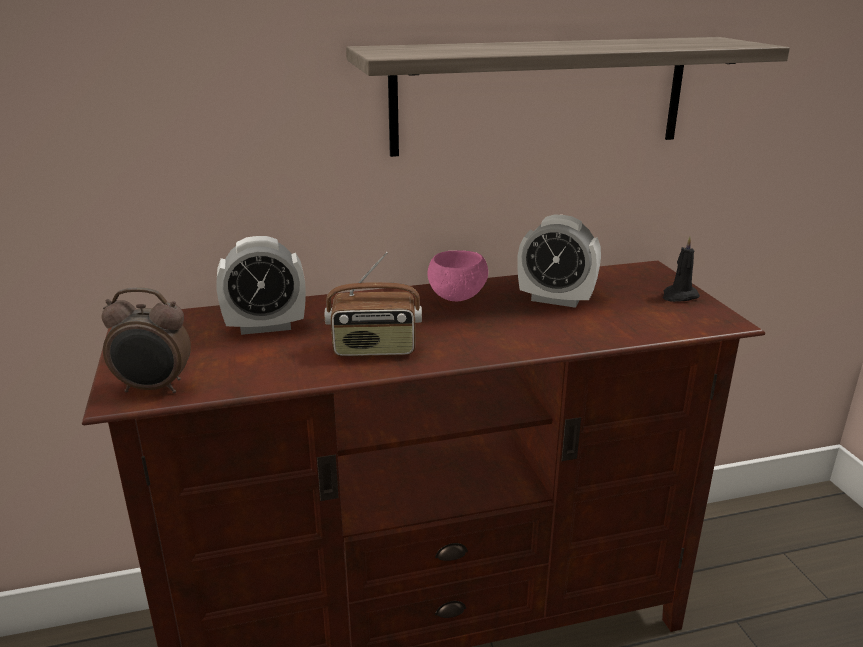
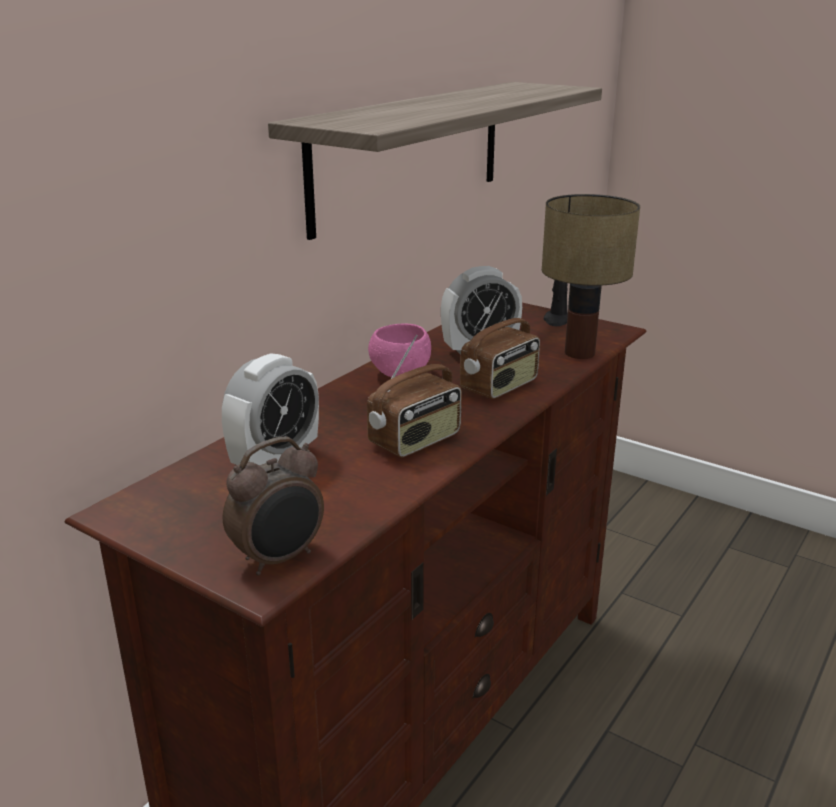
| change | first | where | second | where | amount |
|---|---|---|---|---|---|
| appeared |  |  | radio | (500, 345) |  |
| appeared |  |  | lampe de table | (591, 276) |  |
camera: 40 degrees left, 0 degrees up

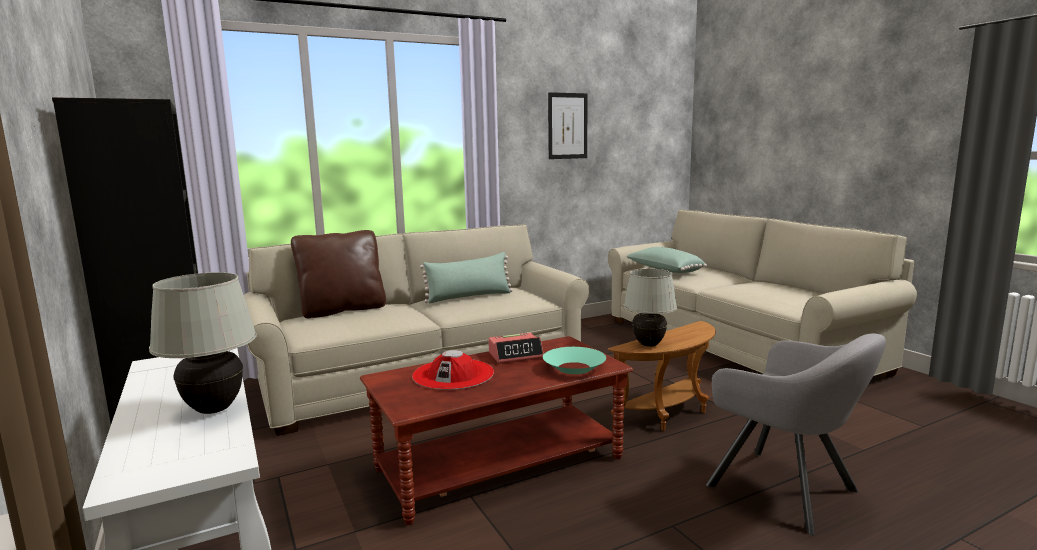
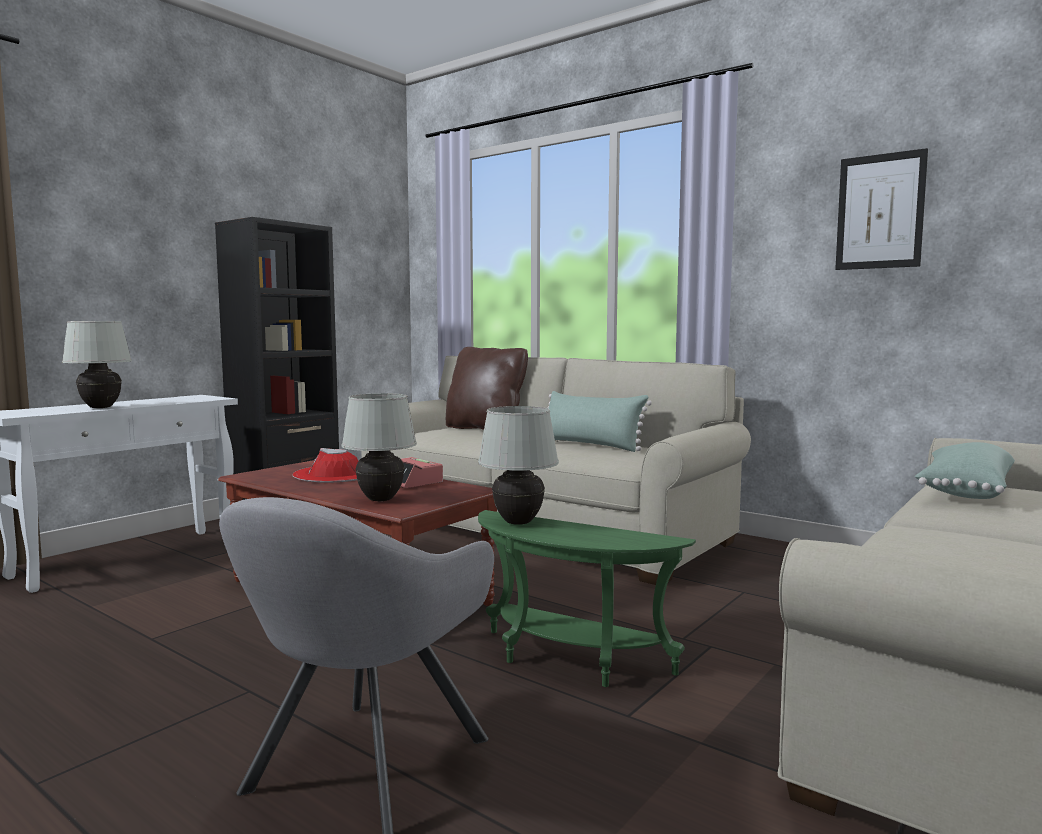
| change | first | where | second | where | amount |
|---|---|---|---|---|---|
| exchanged | bol (turquoise) | (574, 360) | lampe de table (blanc) | (379, 447) |  |
| colour | table d'appoint (marron) | (662, 376) | table d'appoint (vert) | (587, 598) |  |
camera: 65 degrees right, 5 degrees down

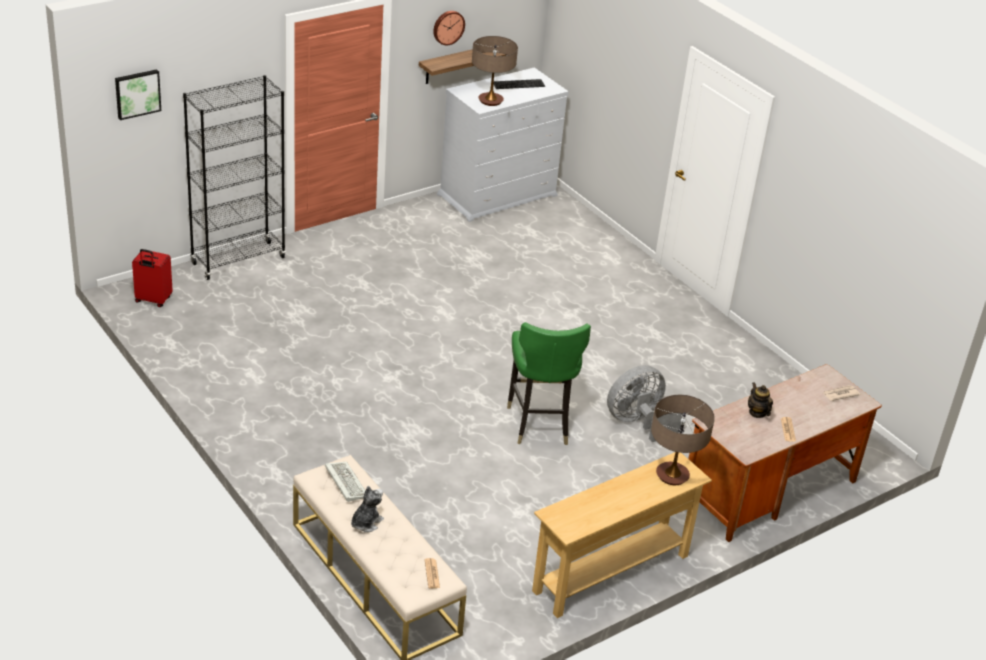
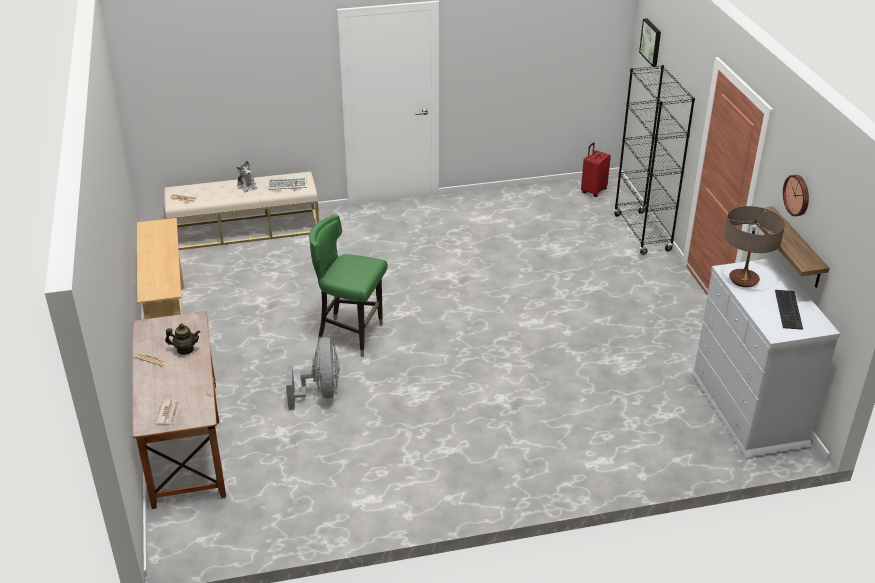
| change | first | where | second | where | amount |
|---|---|---|---|---|---|
| missing | lampe de table | (683, 440) |  |  |  |
camera: 115 degrees right, 0 degrees up

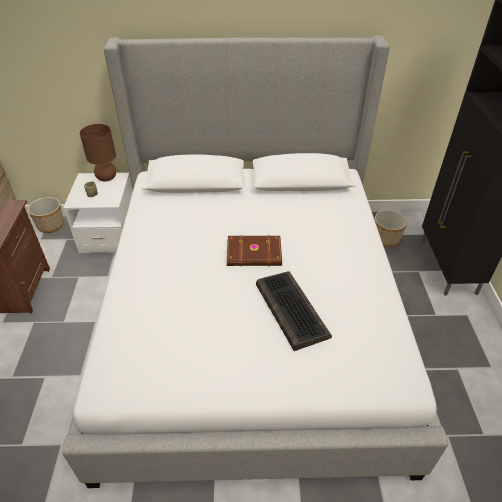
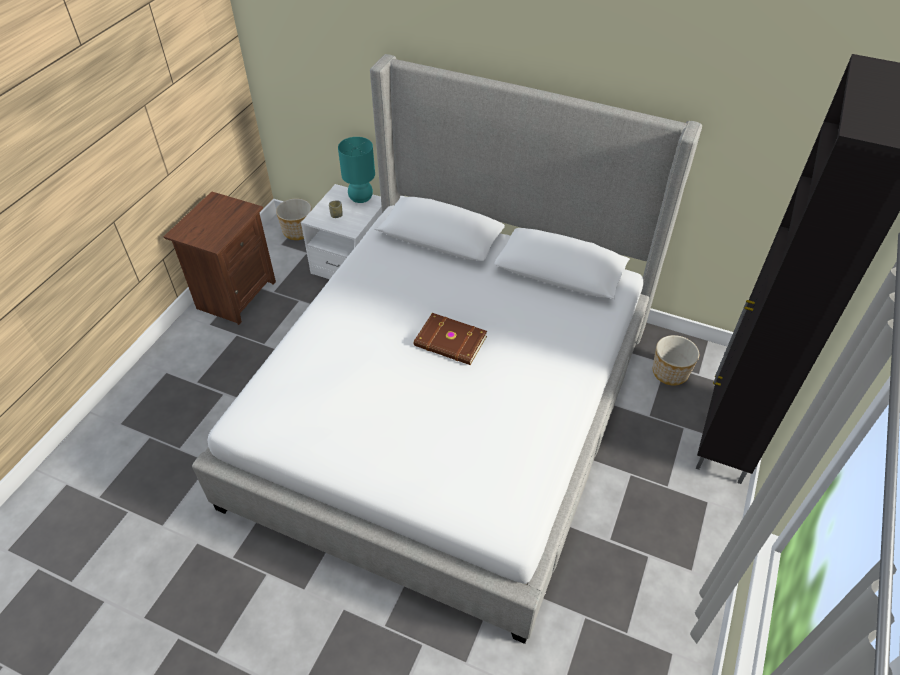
| change | first | where | second | where | amount |
|---|---|---|---|---|---|
| missing | clavier | (294, 311) |  |  |  |
| colour | lampe de table (marron) | (98, 152) | lampe de table (turquoise) | (356, 170) |  |
camera: 25 degrees right, 5 degrees up

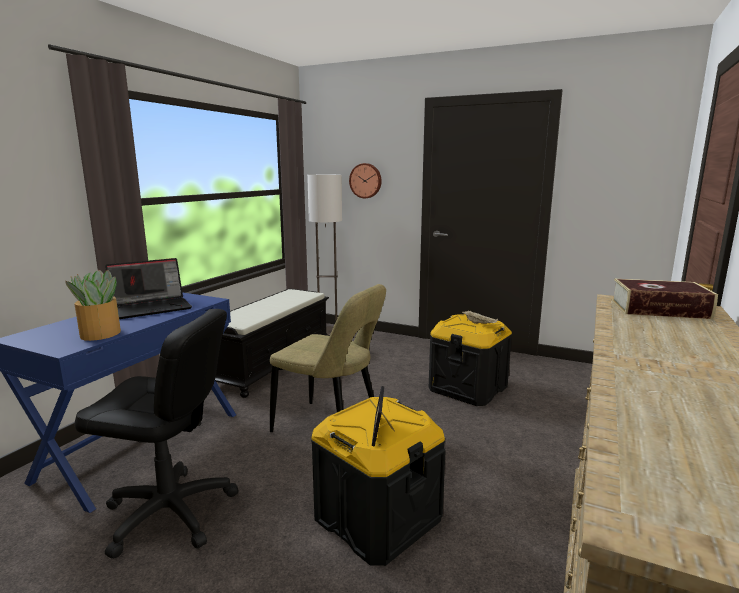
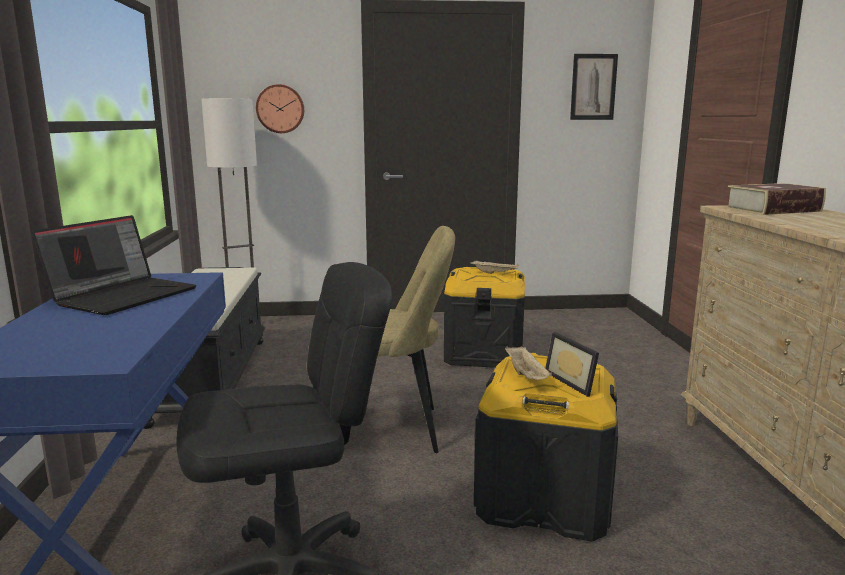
| change | first | where | second | where | amount |
|---|---|---|---|---|---|
| missing | plante en pot | (93, 305) |  |  |  |
| appeared |  |  | plateau (beige) | (528, 363) |  |
| appeared |  |  | tableau | (594, 87) |  |
camera: 30 degrees left, 0 degrees up

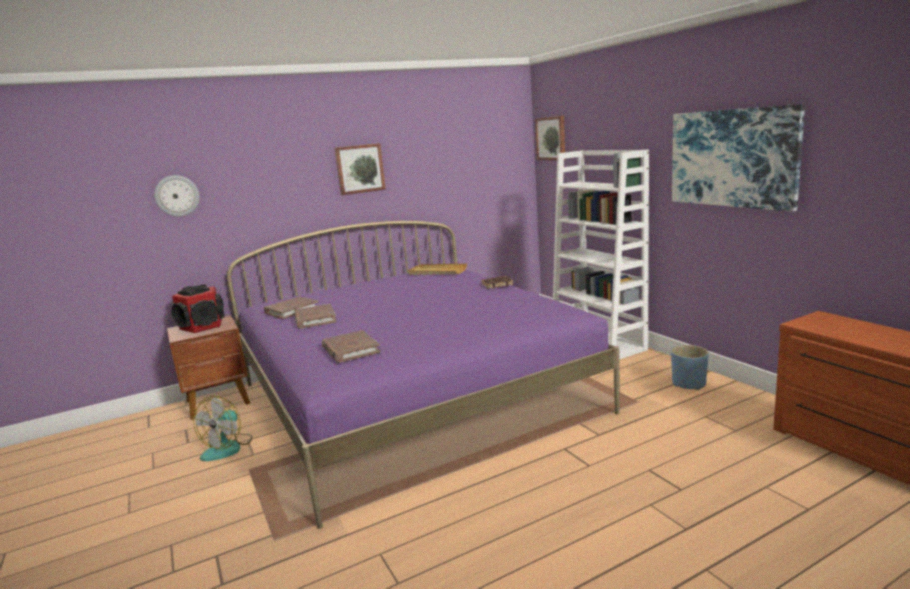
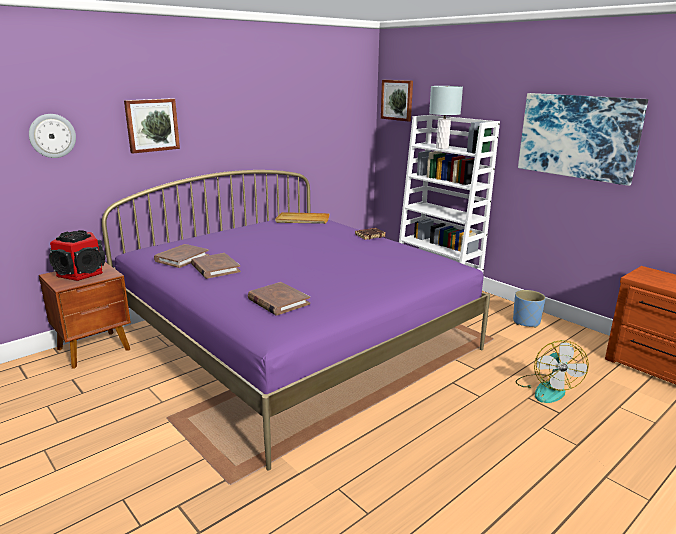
| change | first | where | second | where | amount |
|---|---|---|---|---|---|
| appeared |  |  | lampe de table (gris) | (446, 117) |  |
| relocated | ventilateur | (222, 428) |  | (552, 371) |  |
| relocated | tableau | (360, 169) |  | (152, 126) |  |
camera: 15 degrees left, 5 degrees up

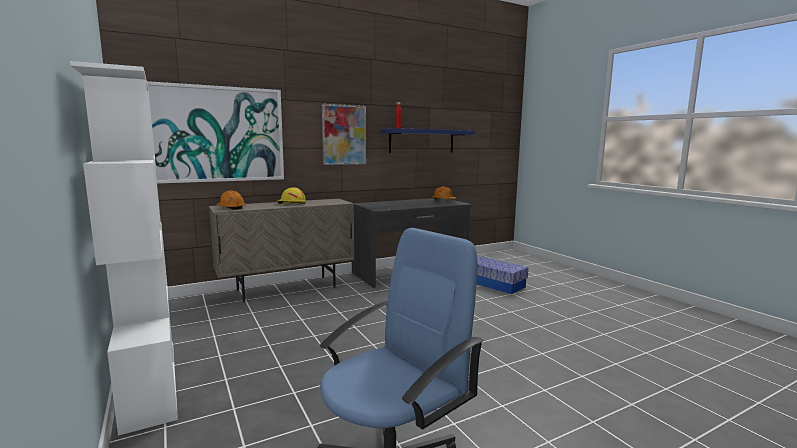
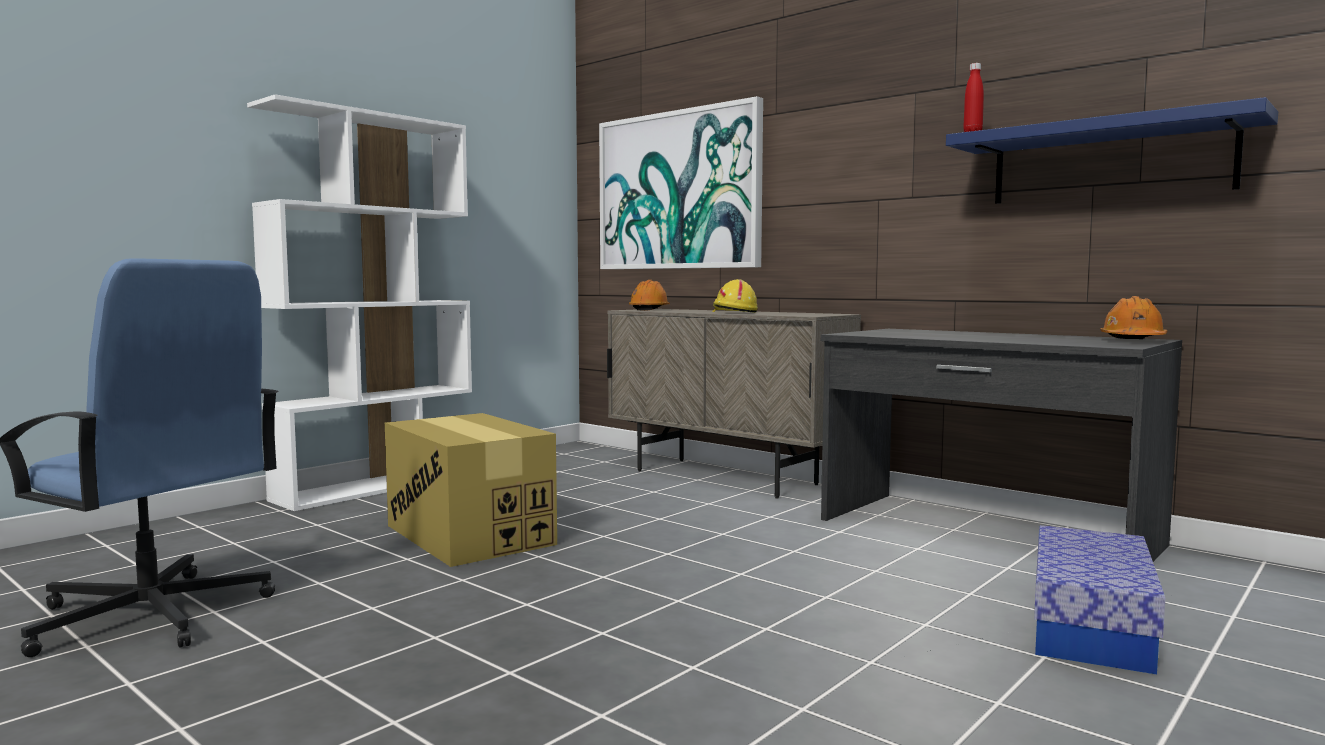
| change | first | where | second | where | amount |
|---|---|---|---|---|---|
| missing | tableau | (344, 134) |  |  |  |
| appeared |  |  | carton | (471, 490) |  |
camera: 70 degrees right, 5 degrees down

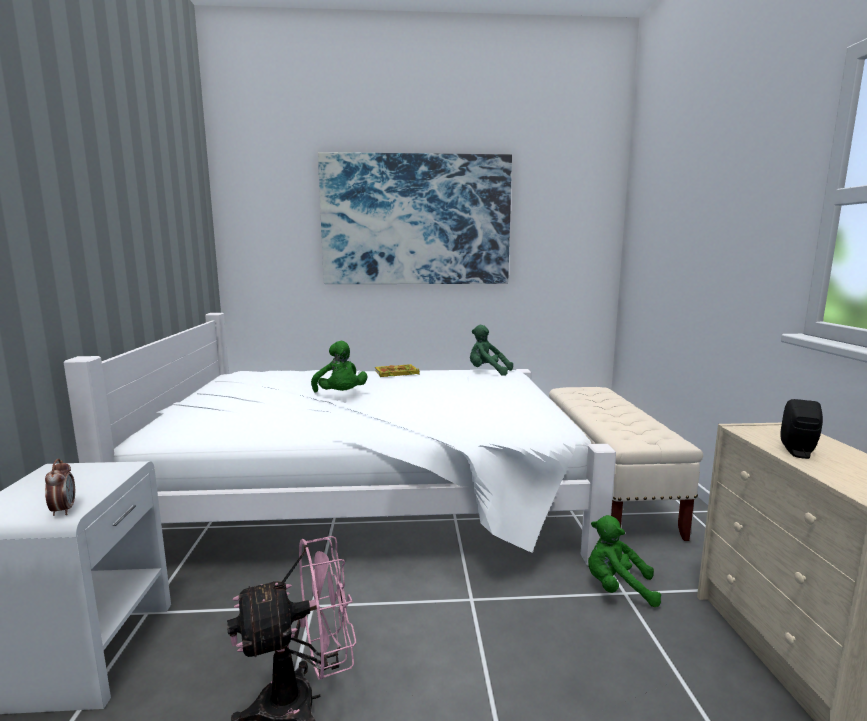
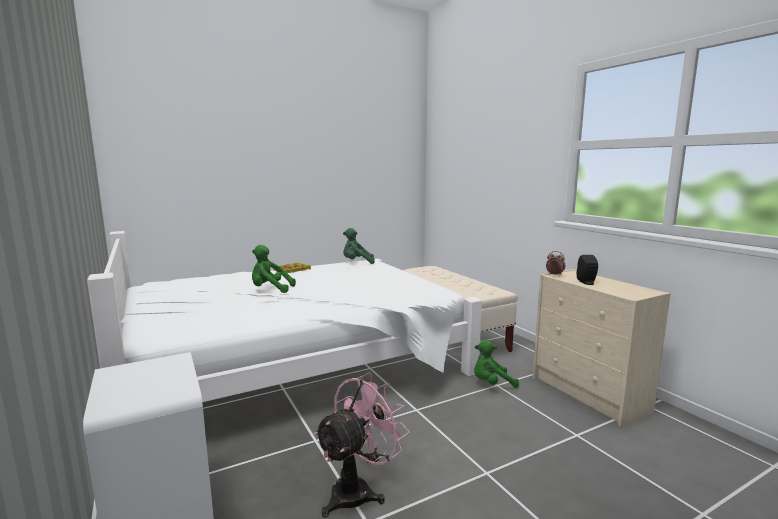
| change | first | where | second | where | amount |
|---|---|---|---|---|---|
| missing | tableau | (415, 218) |  |  |  |
| relocated | réveil | (60, 487) |  | (555, 263) |  |
| spun | peluche (vert) | (339, 367) |  | (274, 269) | 150 degrees clockwise |
camera: 25 degrees left, 0 degrees up

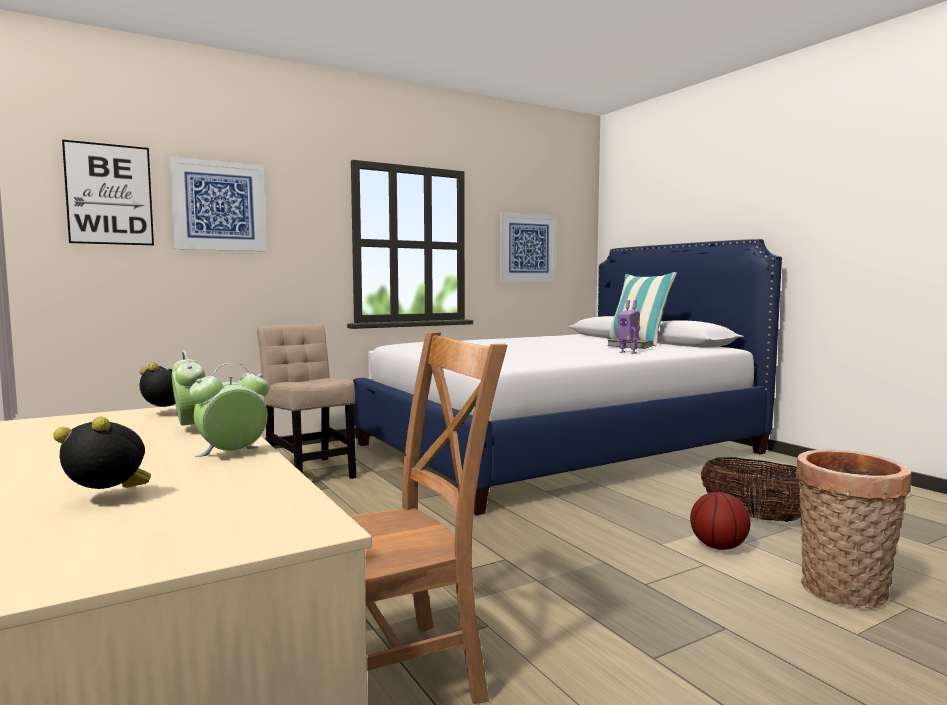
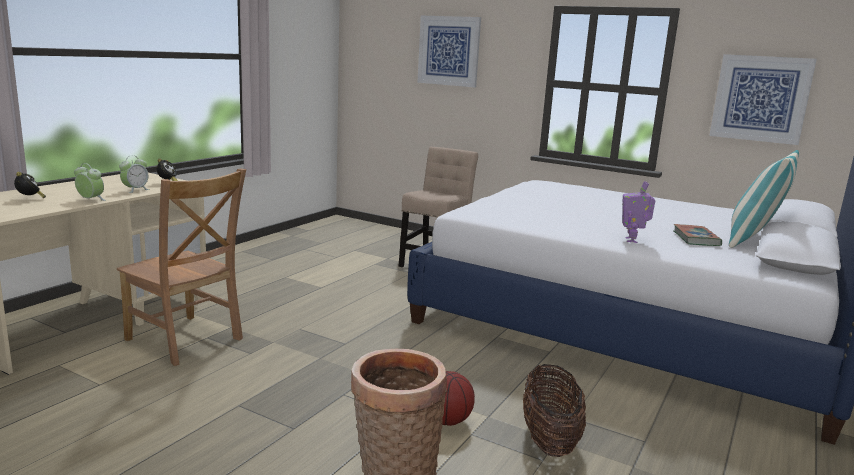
| change | first | where | second | where | amount |
|---|---|---|---|---|---|
| missing | tableau | (108, 192) |  |  |  |
camera: 60 degrees right, 10 degrees up

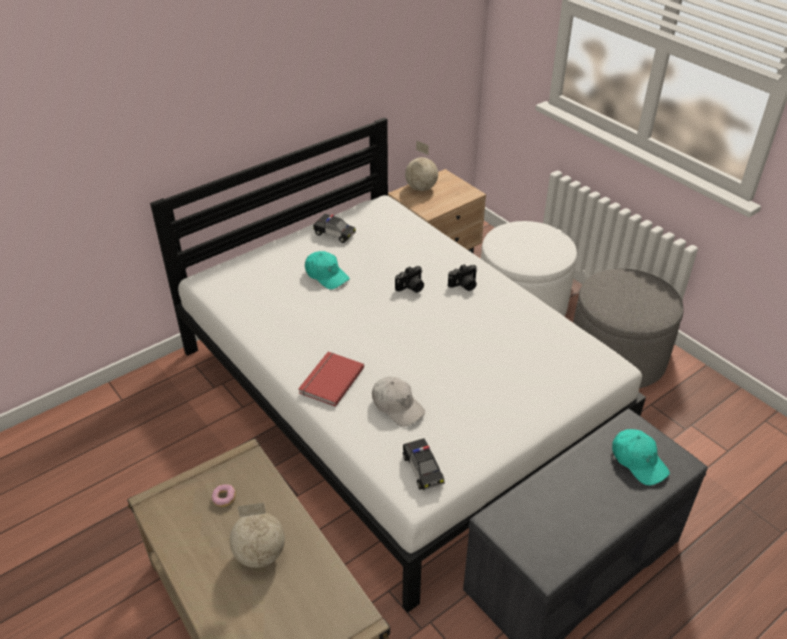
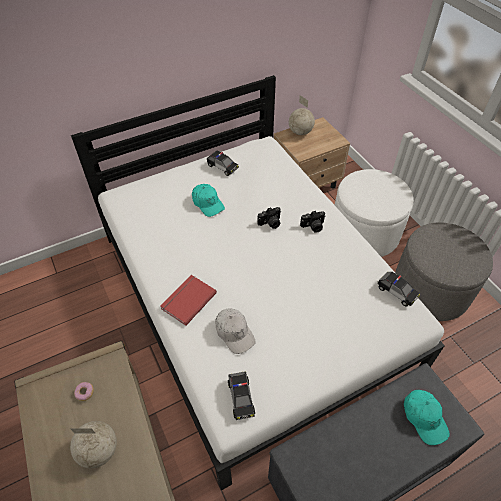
| change | first | where | second | where | amount |
|---|---|---|---|---|---|
| appeared |  |  | petite voiture | (398, 289) |  |
camera: 10 degrees right, 10 degrees up

